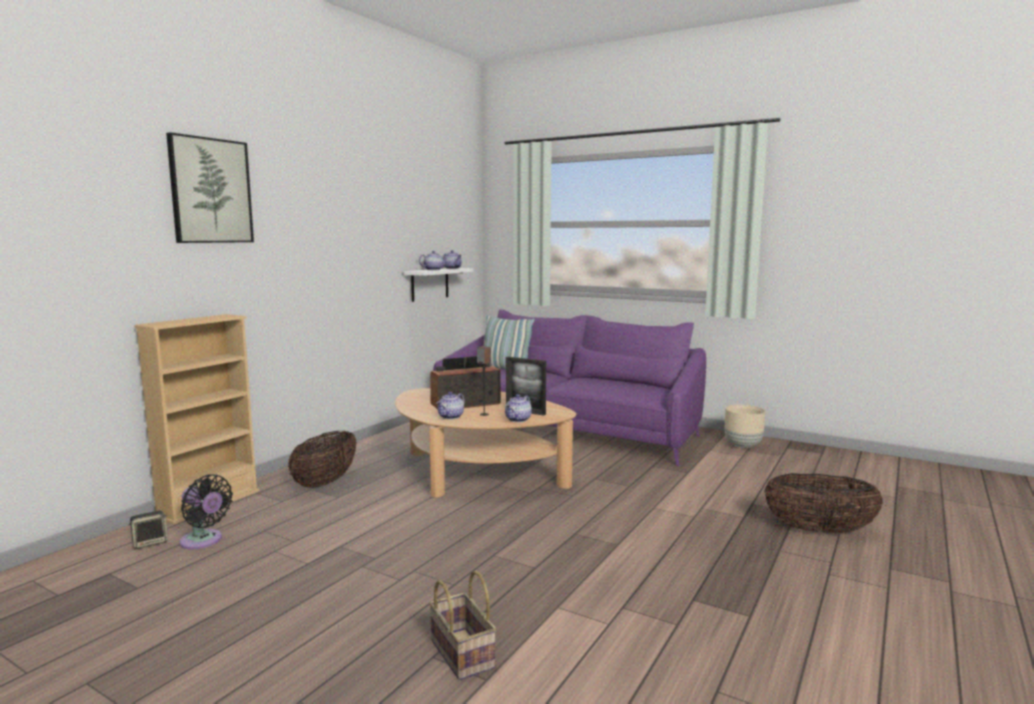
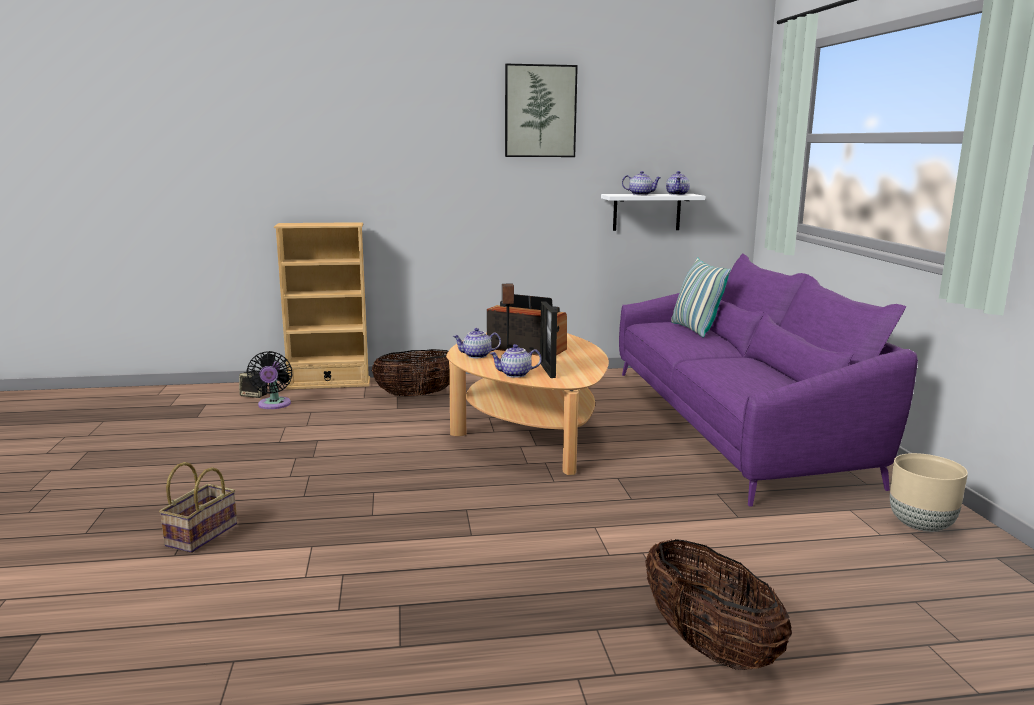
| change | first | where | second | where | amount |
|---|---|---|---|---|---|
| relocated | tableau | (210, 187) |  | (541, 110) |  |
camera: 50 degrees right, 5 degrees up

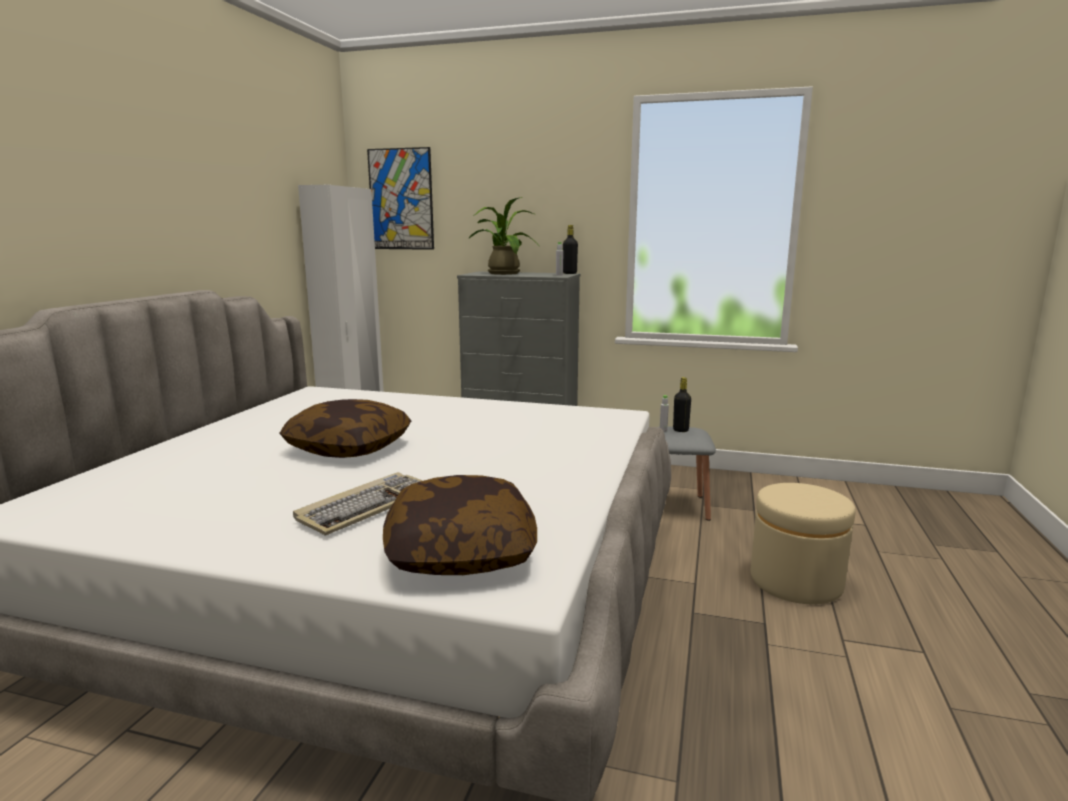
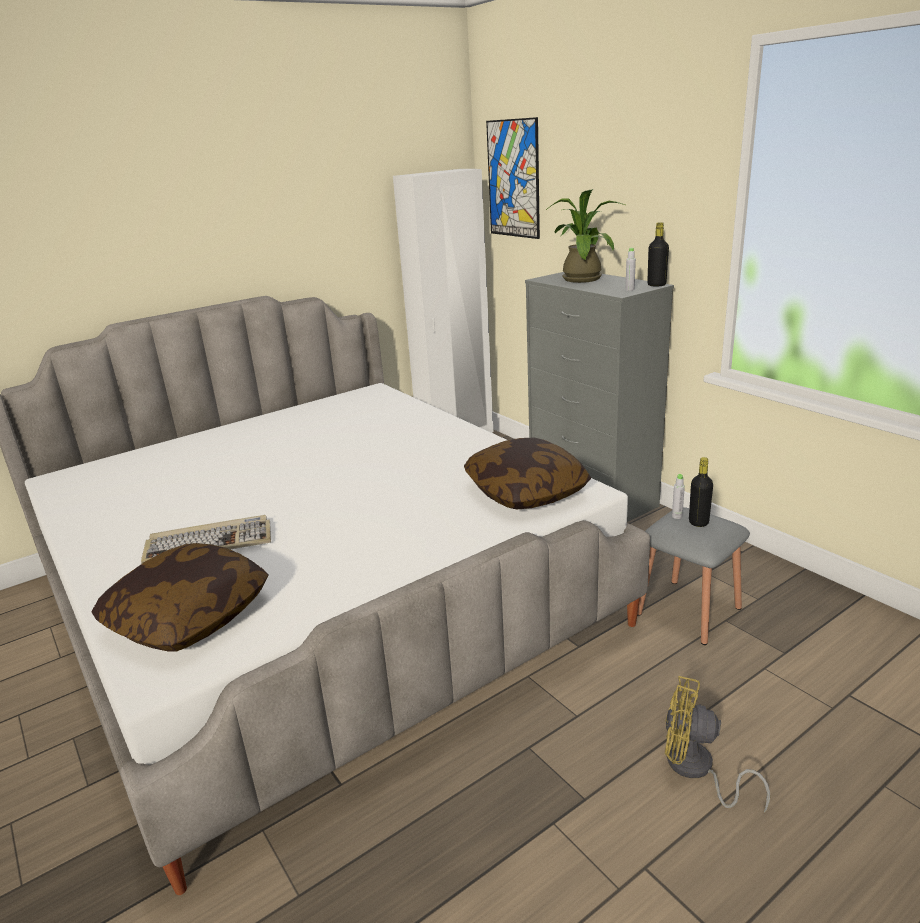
| change | first | where | second | where | amount |
|---|---|---|---|---|---|
| relocated | coussin | (345, 428) |  | (527, 473) |  |
| exchanged | pouf (beige) | (803, 543) | ventilateur (jaune) | (717, 744) |  |
camera: 40 degrees right, 10 degrees up

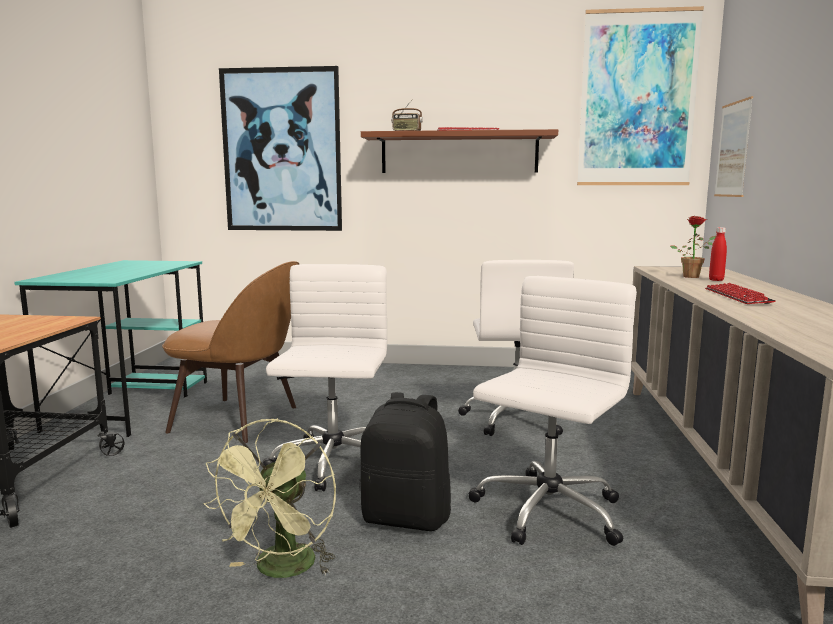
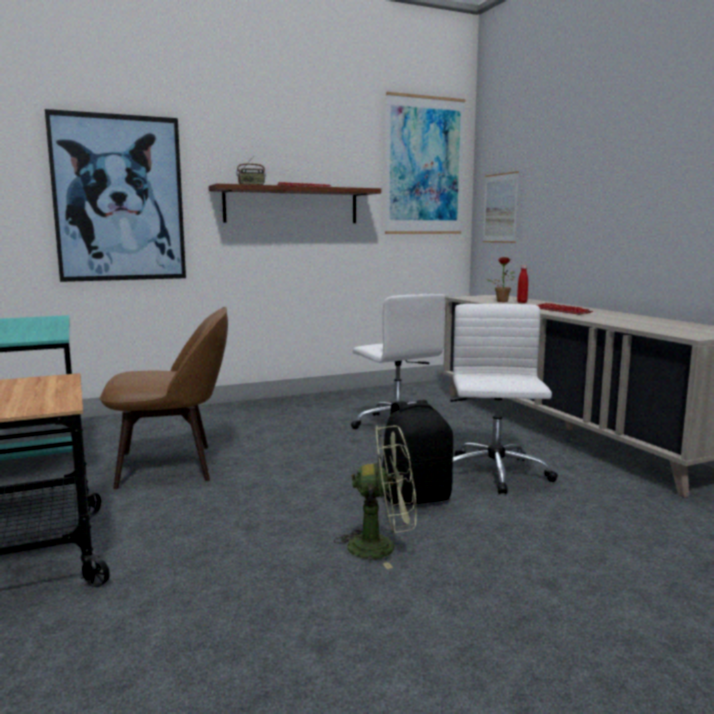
| change | first | where | second | where | amount |
|---|---|---|---|---|---|
| missing | chaise de bureau (blanc) | (324, 378) |  |  |  |
| spun | ventilateur (vert) | (269, 498) |  | (375, 497) | 75 degrees counterclockwise |
camera: 30 degrees left, 0 degrees up

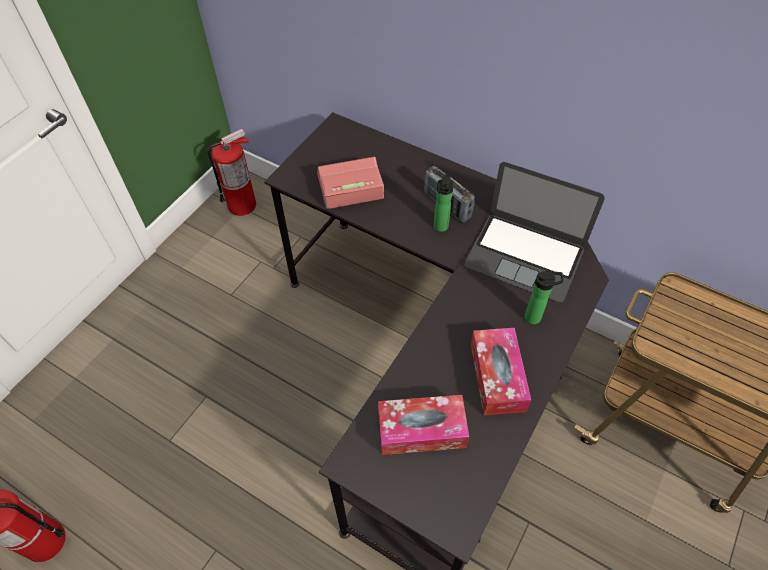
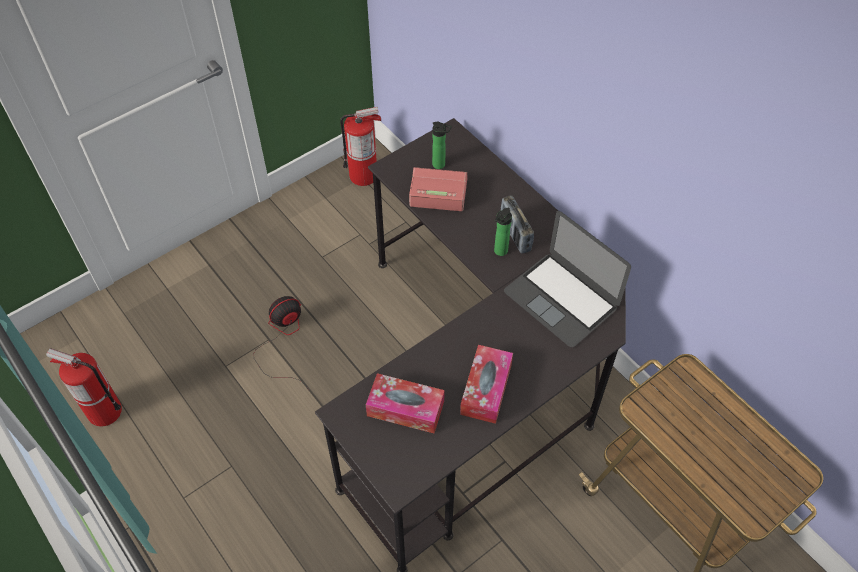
| change | first | where | second | where | amount |
|---|---|---|---|---|---|
| appeared |  |  | ventilateur | (281, 343) |  |
| relocated | bouteille | (544, 297) |  | (442, 145) |  |
camera: 20 degrees right, 0 degrees up

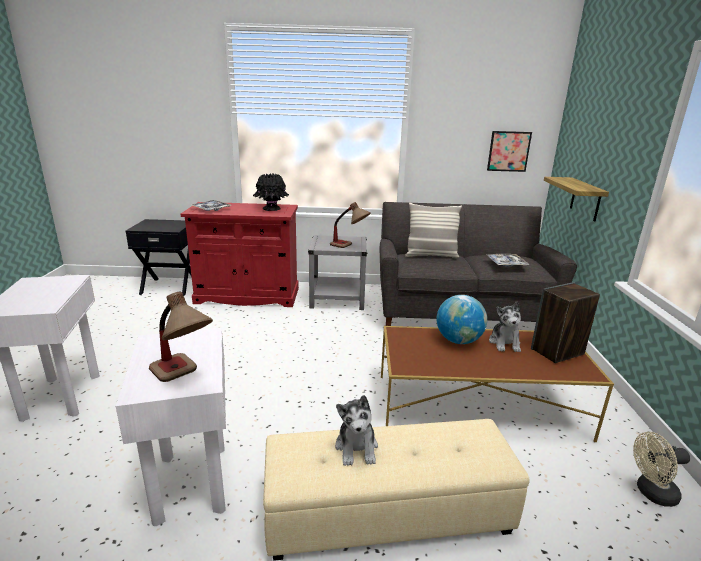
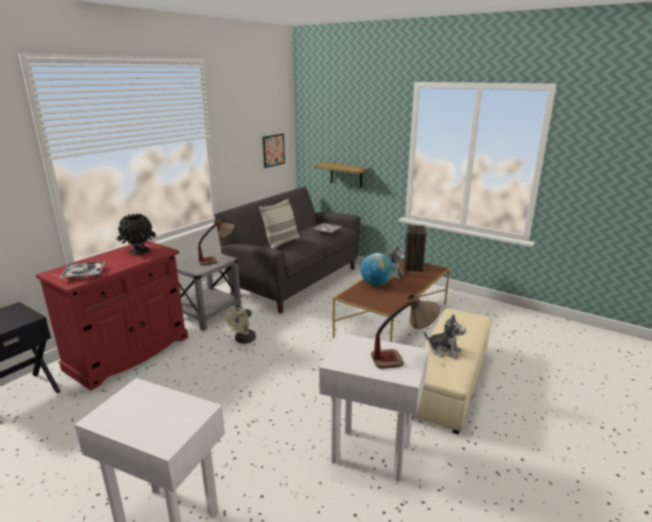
| change | first | where | second | where | amount |
|---|---|---|---|---|---|
| relocated | ventilateur (beige) | (661, 469) |  | (241, 325) |  |
camera: 55 degrees left, 0 degrees up

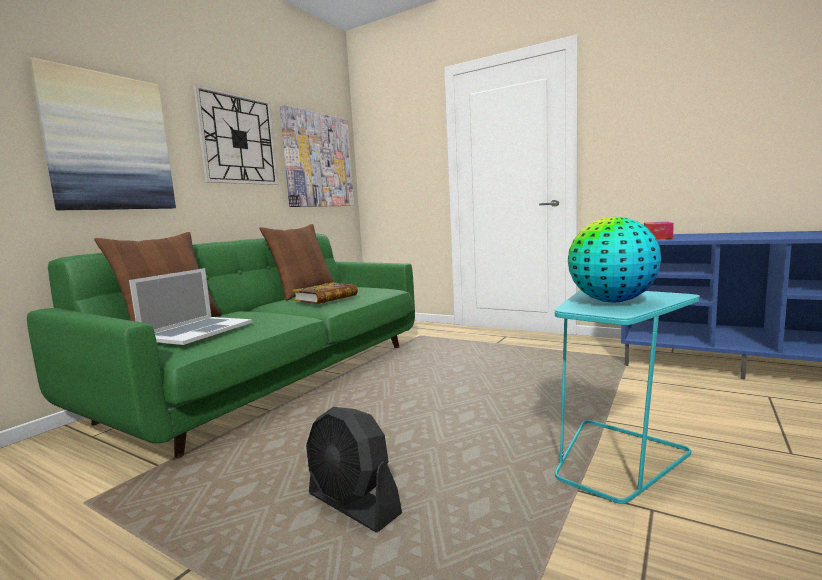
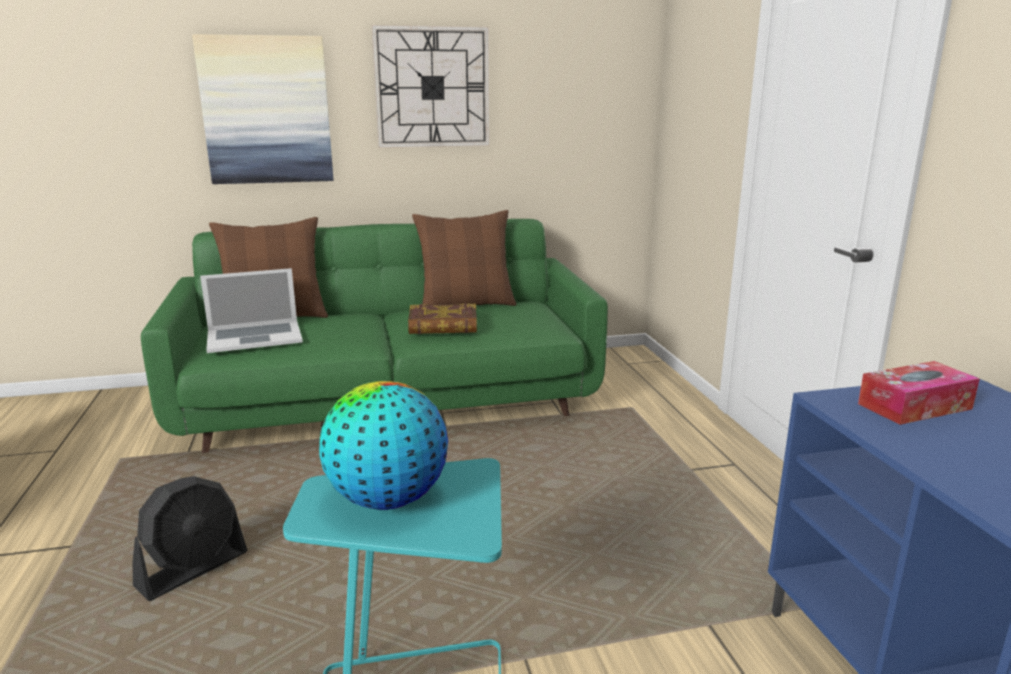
| change | first | where | second | where | amount |
|---|---|---|---|---|---|
| missing | tableau | (317, 156) |  |  |  |
| spun | ventilateur (noir) | (354, 470) |  | (190, 538) | 135 degrees counterclockwise |
camera: 45 degrees right, 10 degrees up

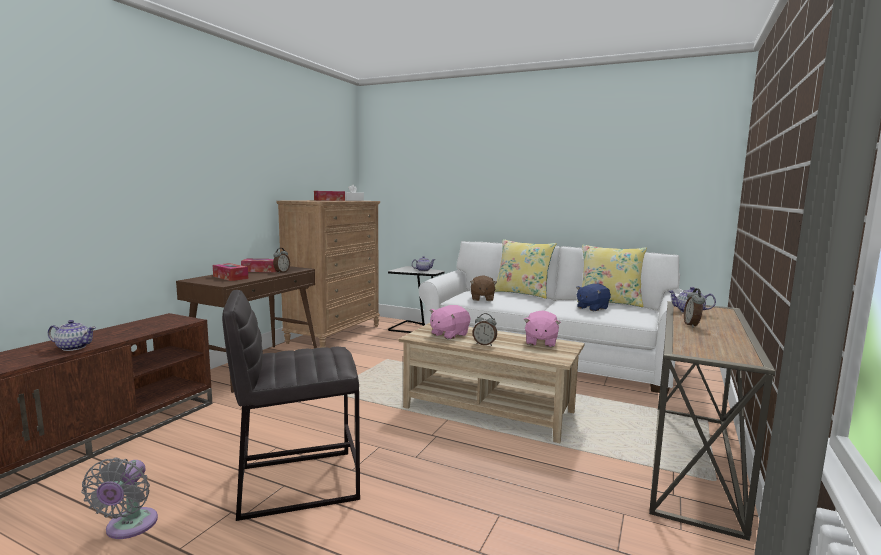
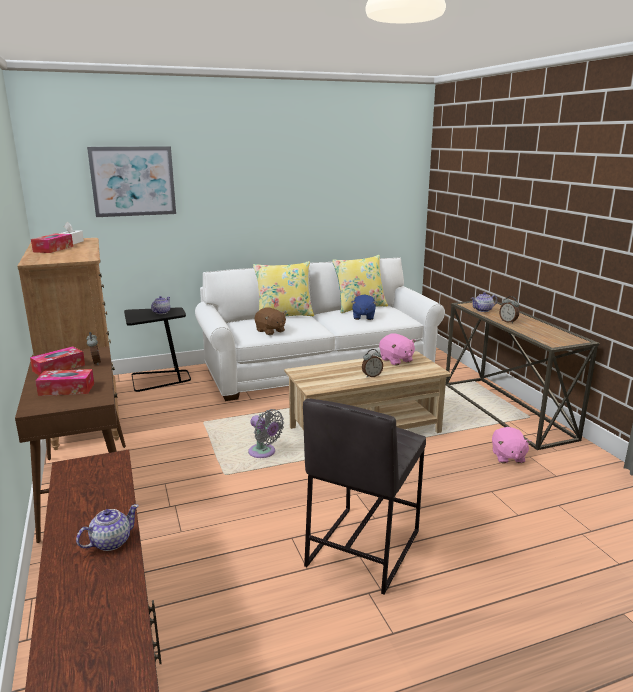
| change | first | where | second | where | amount |
|---|---|---|---|---|---|
| appeared |  |  | tableau | (131, 181) |  |
| relocated | ventilateur (gris) | (119, 498) |  | (266, 433) |  |
| relocated | peluche (rose) | (450, 322) |  | (512, 445) |  |
camera: 45 degrees left, 10 degrees up

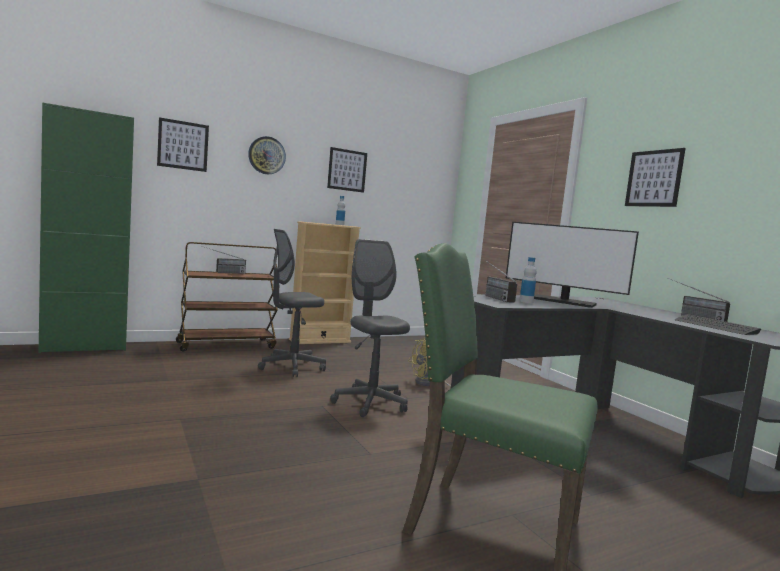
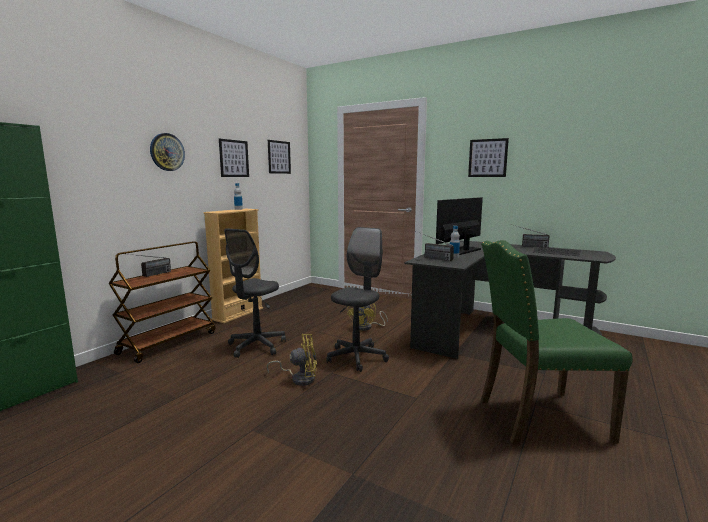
| change | first | where | second | where | amount |
|---|---|---|---|---|---|
| appeared |  |  | ventilateur (jaune) | (291, 360) |  |
| relocated | tableau | (183, 144) |  | (279, 157) |  |
| spun | chaise de bureau (gris) | (370, 328) |  | (357, 299) | 90 degrees clockwise |
| spun | écran d'ordinateur | (572, 265) |  | (459, 226) | 135 degrees clockwise |
camera: 30 degrees left, 5 degrees up

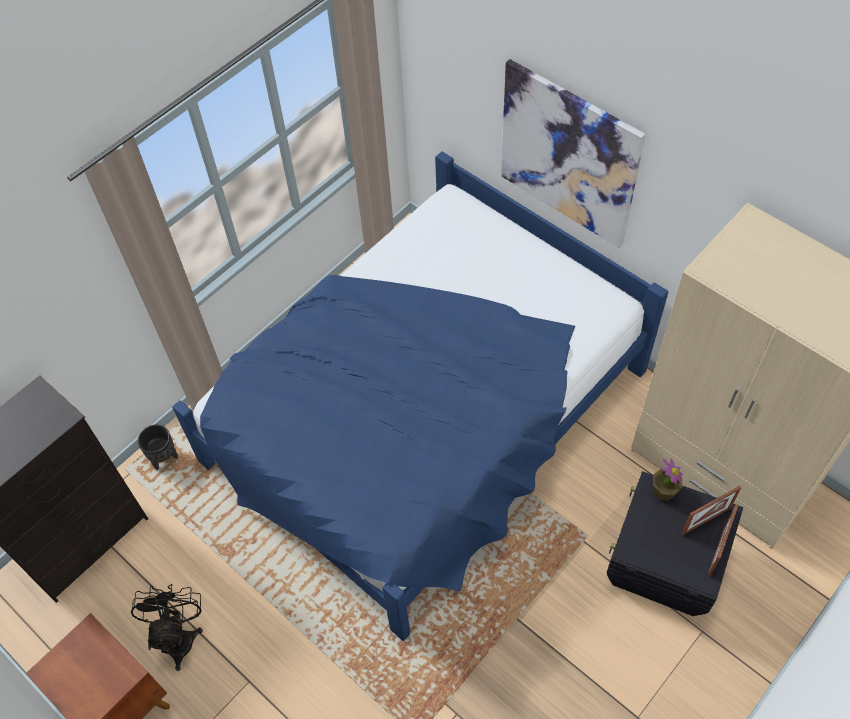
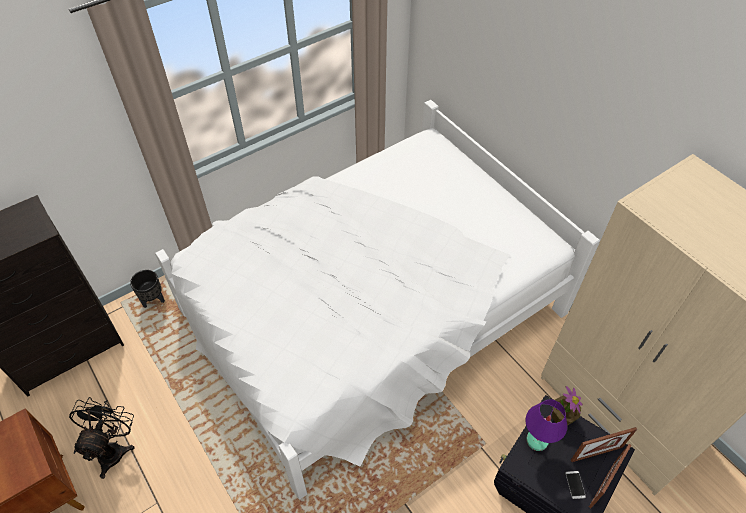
| change | first | where | second | where | amount |
|---|---|---|---|---|---|
| missing | tableau | (573, 153) |  |  |  |
| appeared |  |  | lampe de table (violet) | (546, 425) |  |
| appeared |  |  | téléphone | (575, 485) |  |
| colour | lit (bleu) | (420, 396) | lit (blanc) | (377, 300) |  |
camera: 10 degrees right, 5 degrees down

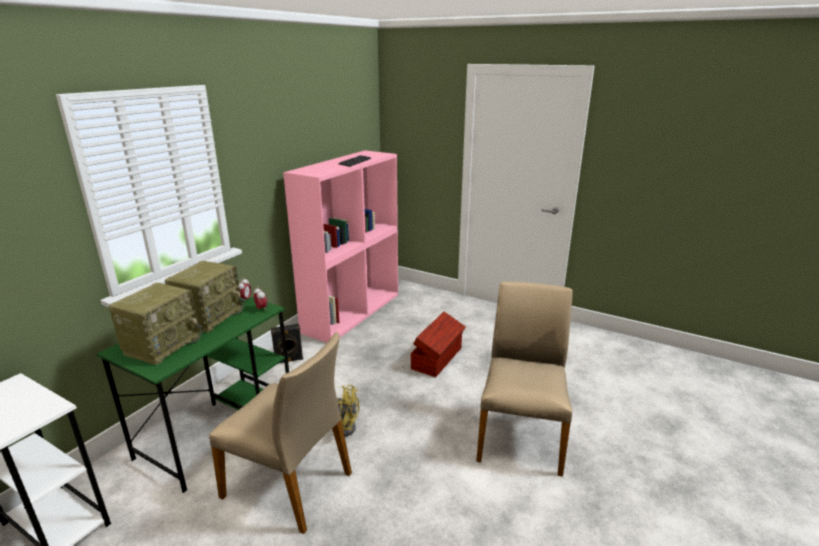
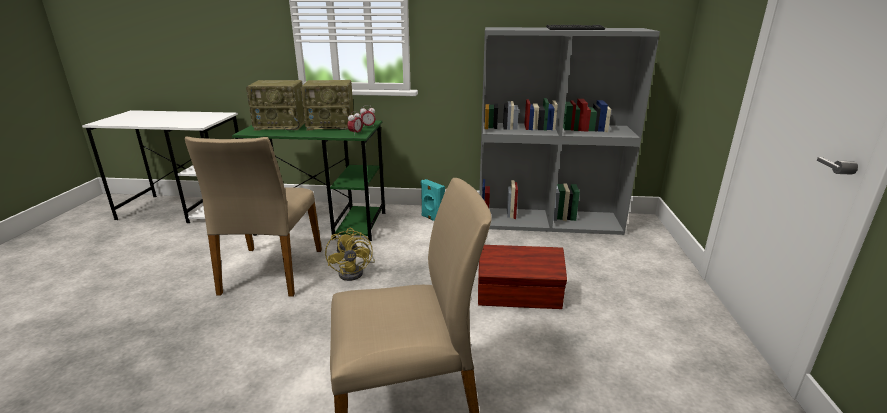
| change | first | where | second | where | amount |
|---|---|---|---|---|---|
| colour | enceinte (noir) | (287, 344) | enceinte (turquoise) | (433, 200) |  |
| colour | bibliothèque (rose) | (340, 246) | bibliothèque (gris) | (569, 131) |  |
camera: 65 degrees right, 0 degrees up

